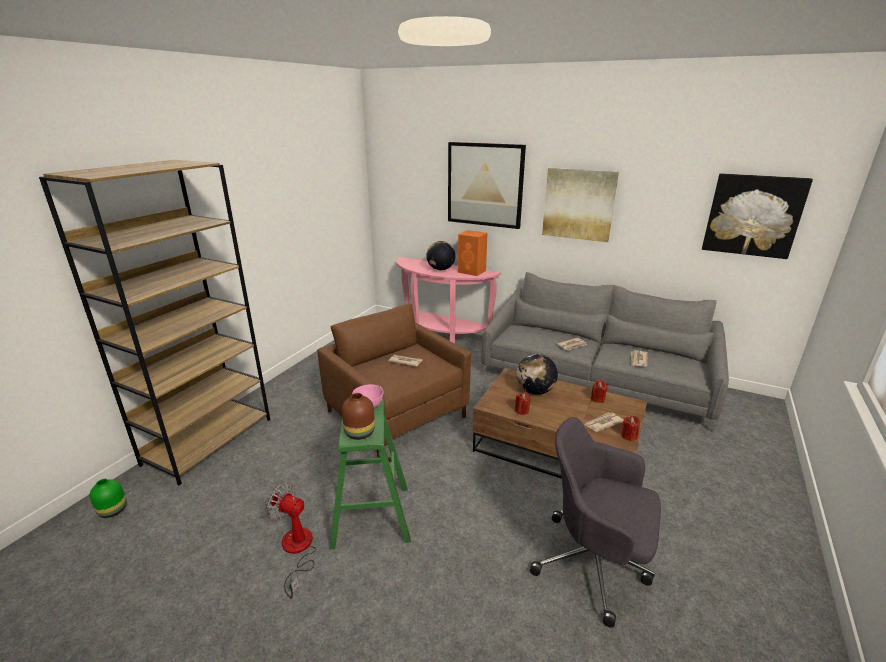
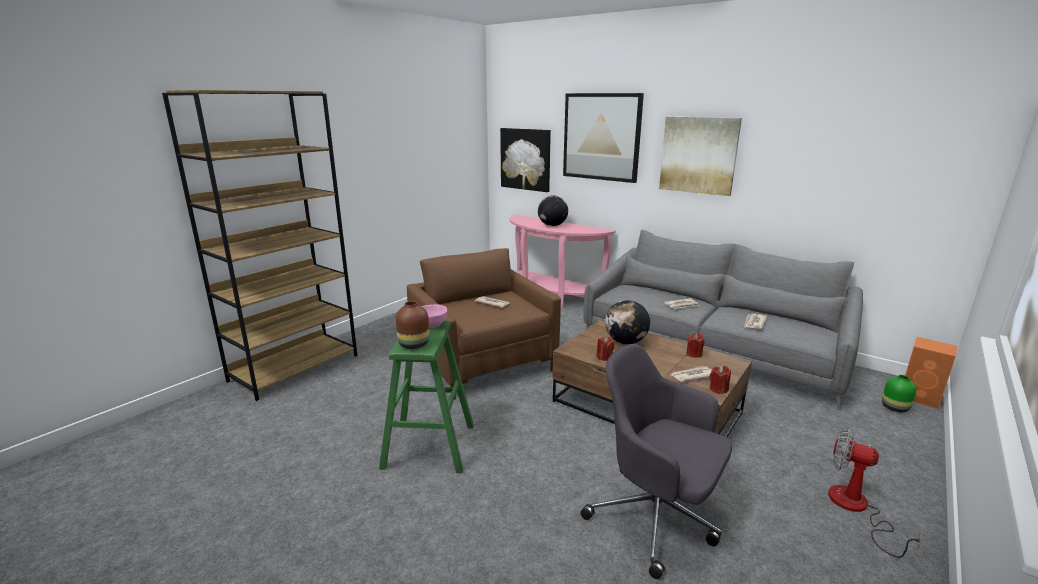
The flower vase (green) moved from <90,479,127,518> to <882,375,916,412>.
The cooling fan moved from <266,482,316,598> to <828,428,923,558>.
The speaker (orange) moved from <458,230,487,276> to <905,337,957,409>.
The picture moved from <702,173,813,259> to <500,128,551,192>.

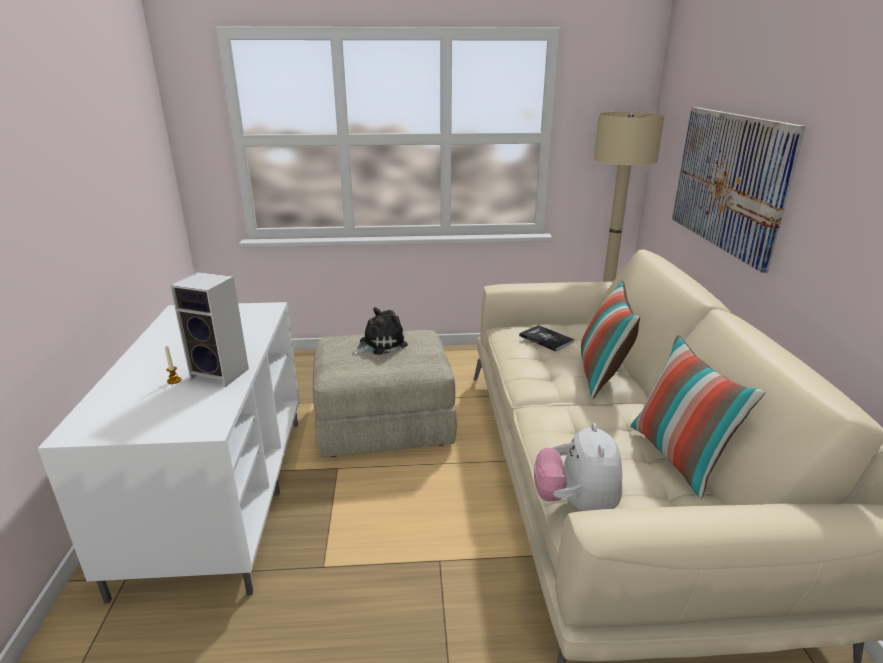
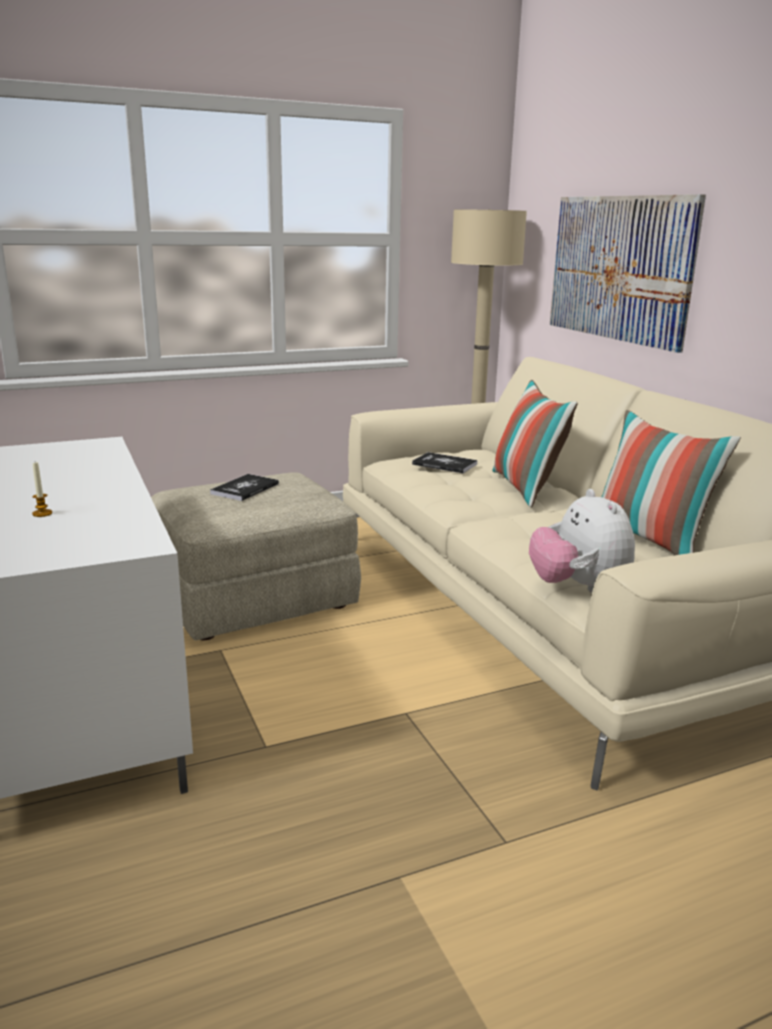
The speaker at <170,272,249,387> disappeared.
The soft toy at <352,307,408,355> was replaced by the volume at <210,474,279,501>.

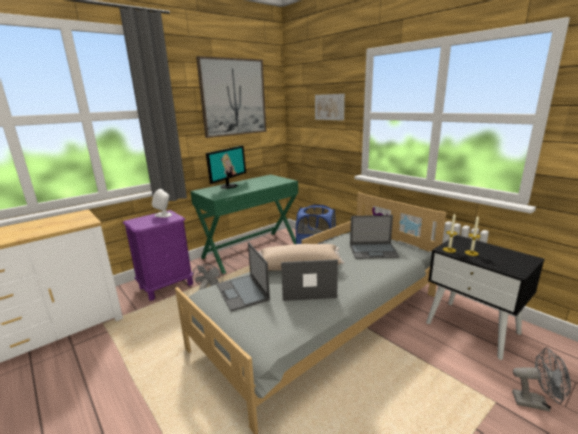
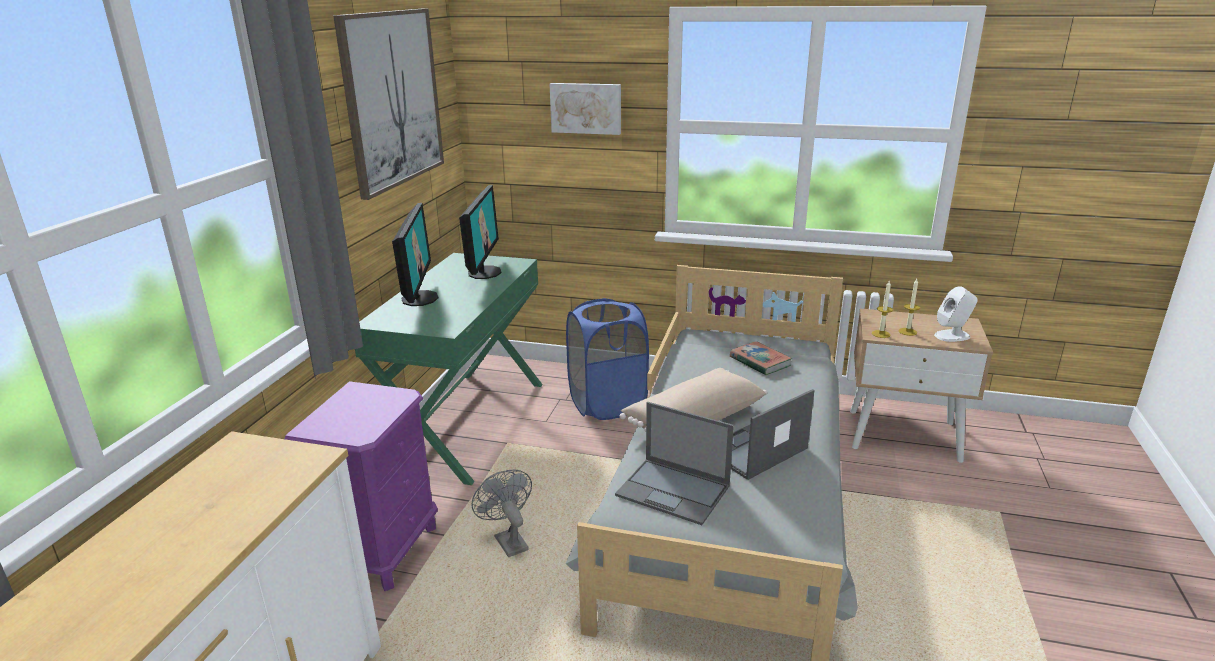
The cooling fan (grey) at <512,348,571,412> disappeared.
The computer display at <459,185,501,279> appeared.
The speaker (whitish) moved from <152,189,173,218> to <934,286,978,342>.
The portable computer at <350,215,400,259> was replaced by the volume at <730,341,792,376>.
The nightstand (black-coloured) at <426,235,545,360> became the nightstand (beige) at <850,309,993,463>.

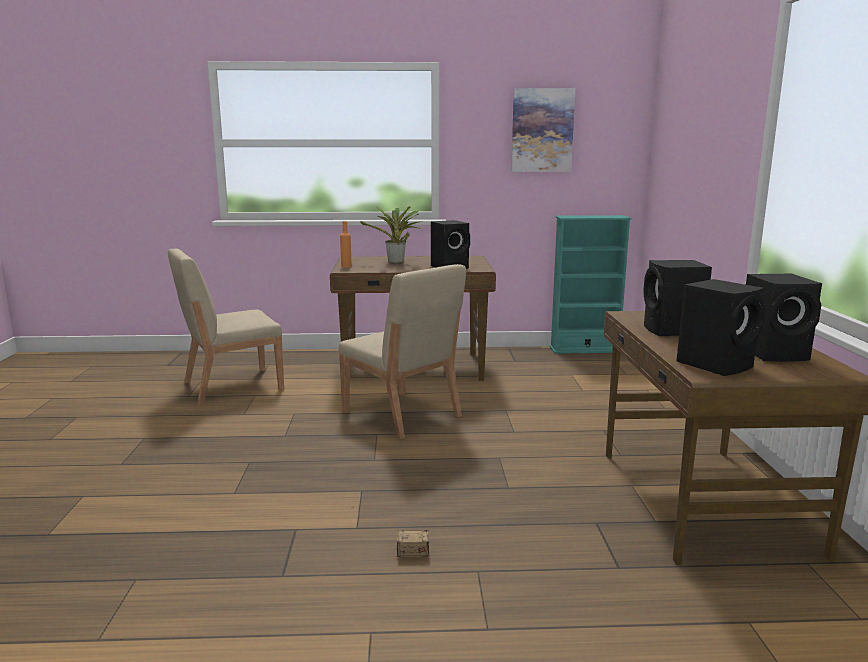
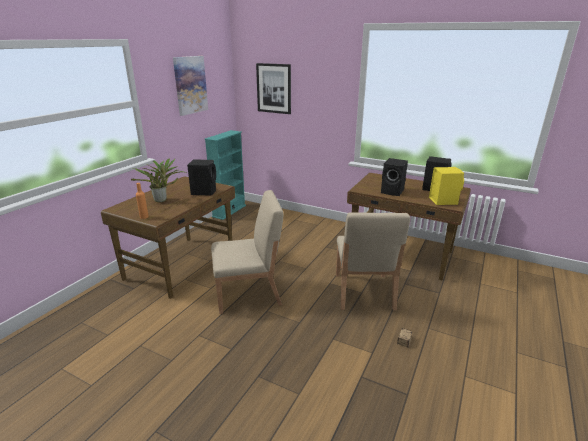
The picture at <256,63,291,114> appeared.
The chair (beige) moved from <168,249,284,405> to <336,213,410,310>.
The speaker (black-coloured) at <676,279,765,376> became the speaker (yellowish) at <429,167,464,205>.

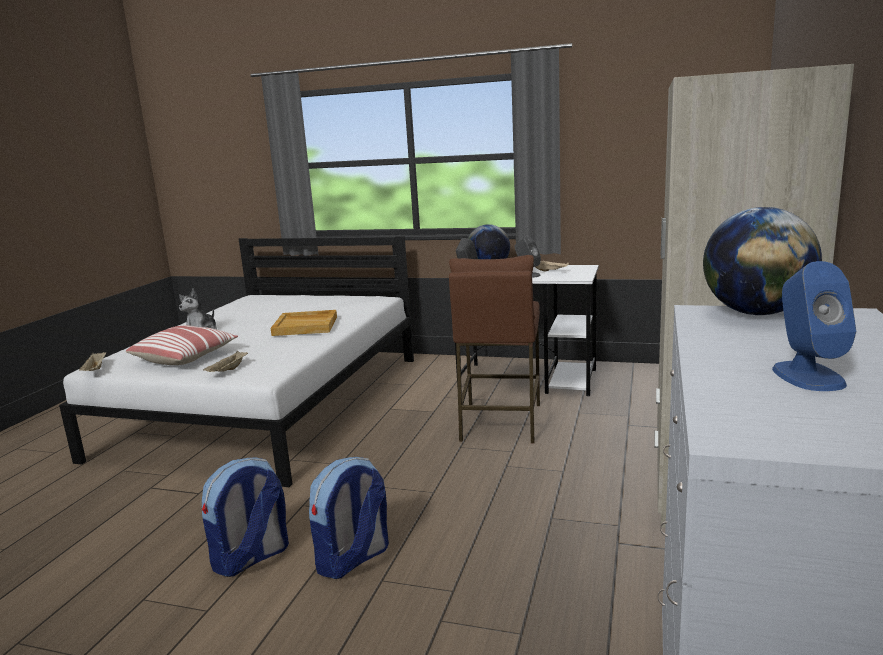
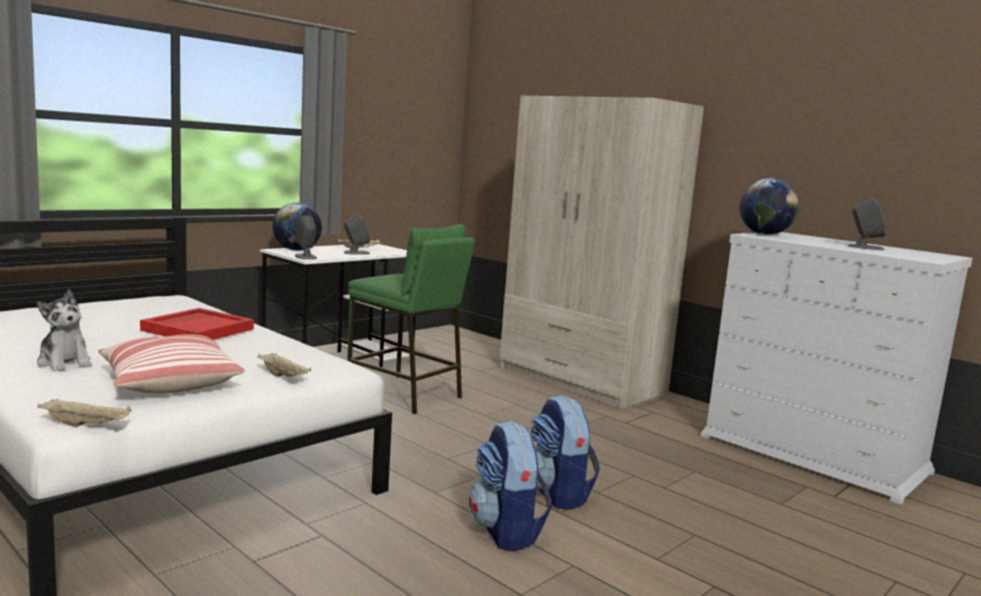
The carrying tray (beige) at <271,310,337,336> became the carrying tray (red) at <140,308,254,340>.
The stool (brownish) at <449,255,540,443> became the stool (green) at <347,224,475,414>.
The speaker (blue-coloured) at <772,261,856,391> became the speaker (grey) at <848,197,886,250>.

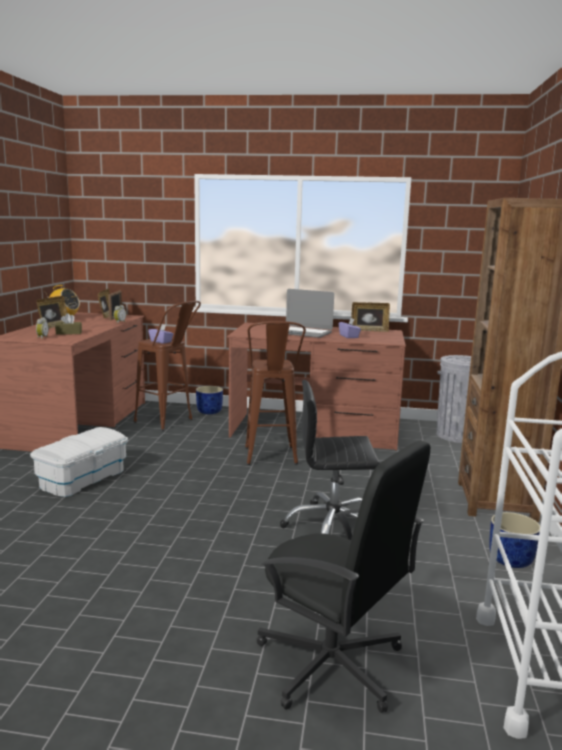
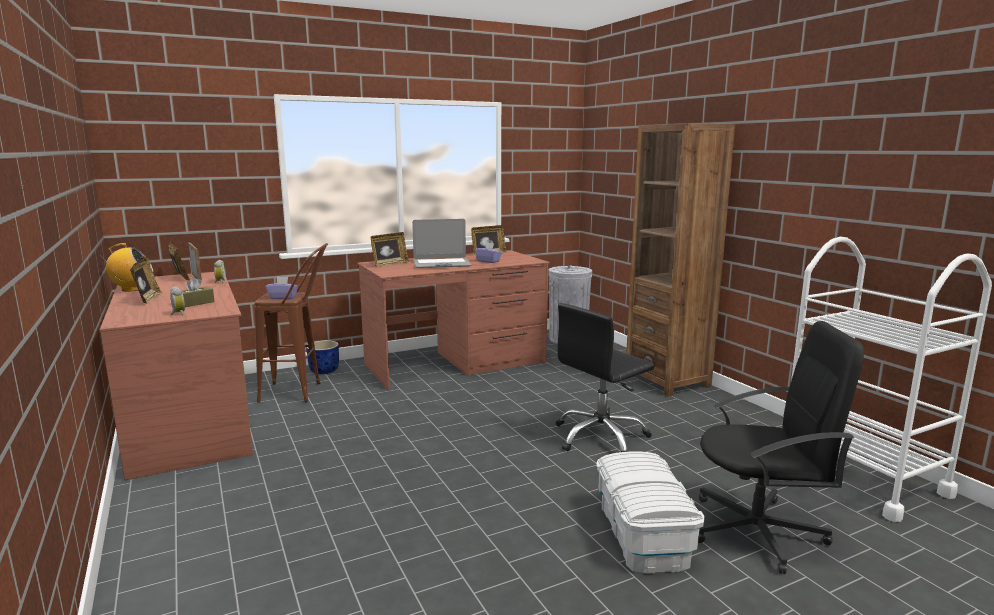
The stool (brownish) at <245,321,306,465> disappeared.
The planter (blue-coloured) at <489,512,540,568> disappeared.
The picture frame at <371,232,409,267> appeared.
The storage bin (whitish) moved from <30,427,128,497> to <596,451,705,574>.

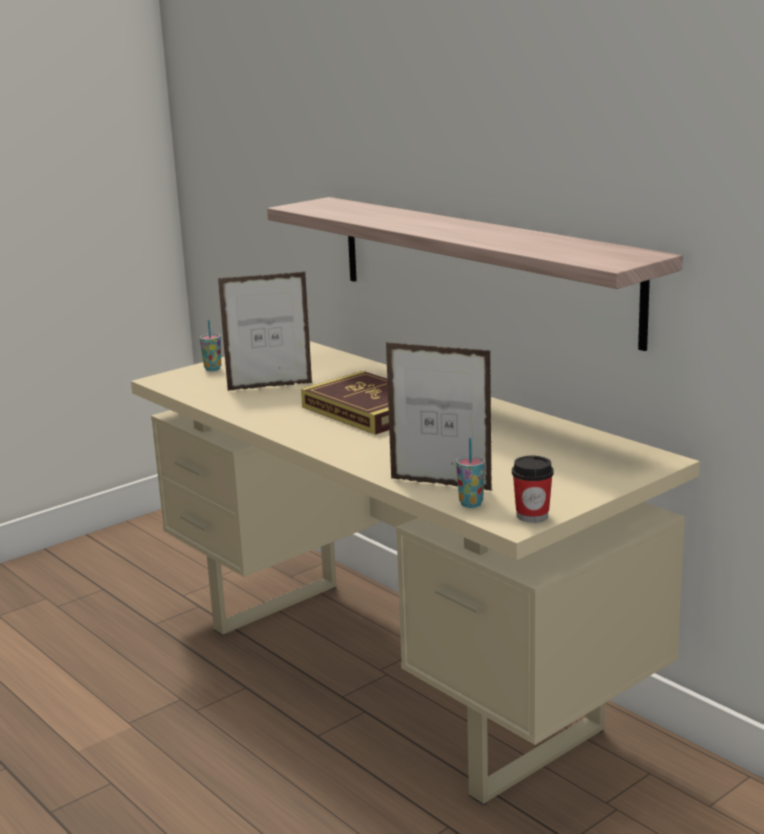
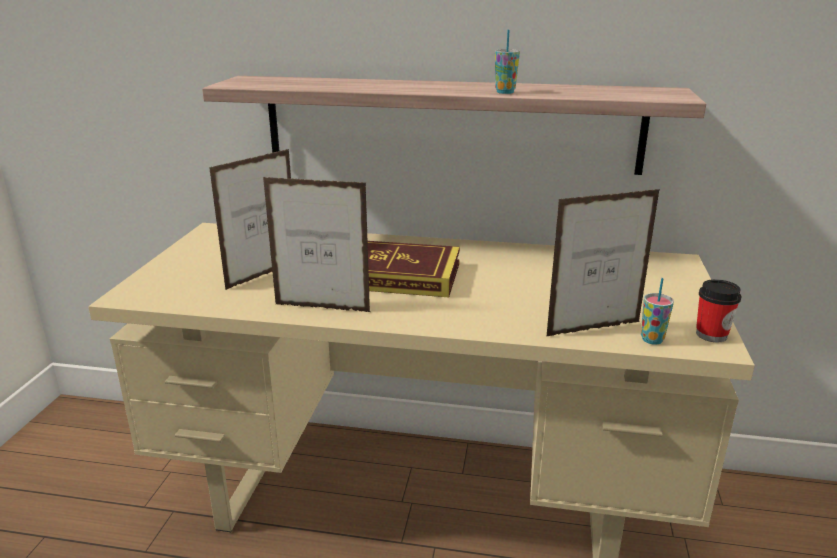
The picture frame at <263,177,370,312> appeared.
The cup moved from <200,320,221,371> to <495,29,520,94>.

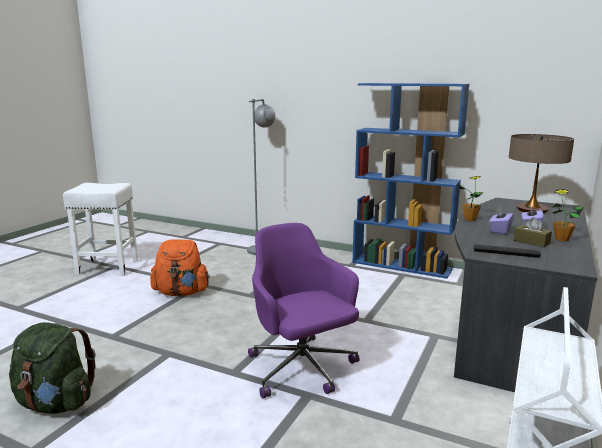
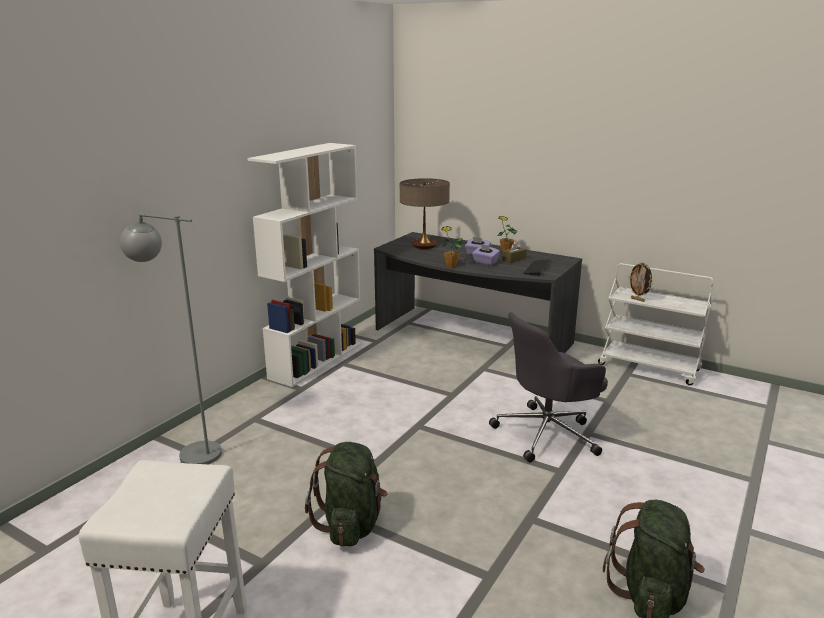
The picture frame at <628,262,653,302> appeared.
The backpack (orange) at <150,239,210,296> became the backpack (green) at <305,442,387,547>.
The computer chair (purplish) at <248,223,360,398> became the computer chair (grey) at <489,312,608,462>.
The bookshelf (blue-coloured) at <352,83,469,279> became the bookshelf (whitish) at <247,143,362,387>.

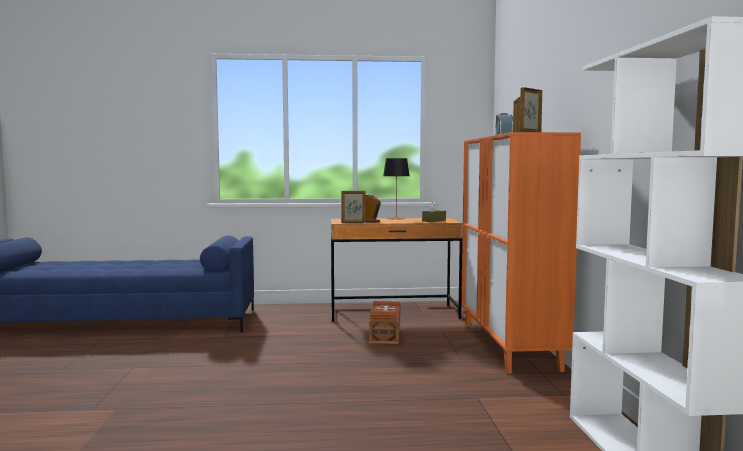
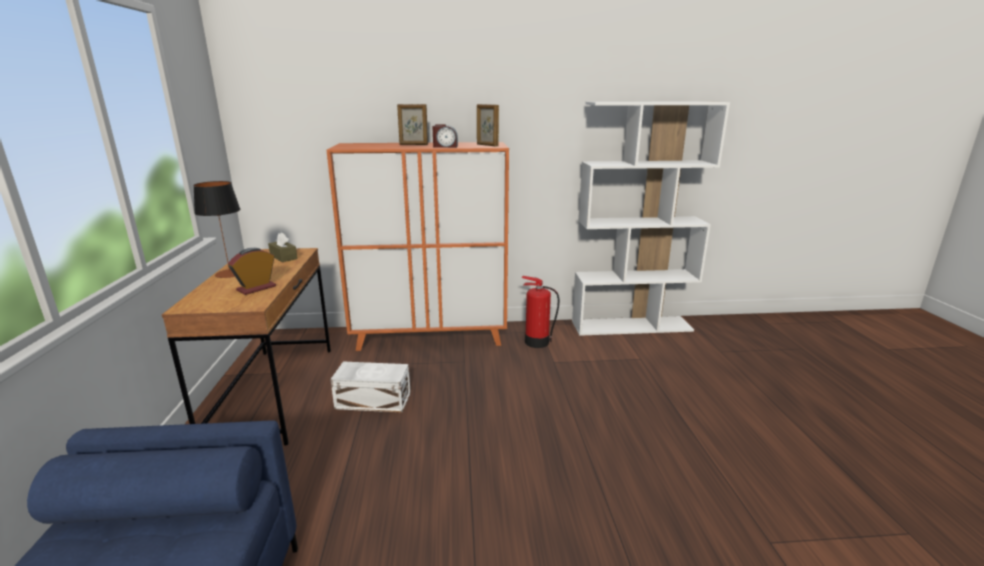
The picture frame at <341,191,366,223> disappeared.
The extinguisher at <521,276,560,348> appeared.
The storage bin (brownish) at <369,301,400,344> became the storage bin (whitish) at <331,362,411,412>.

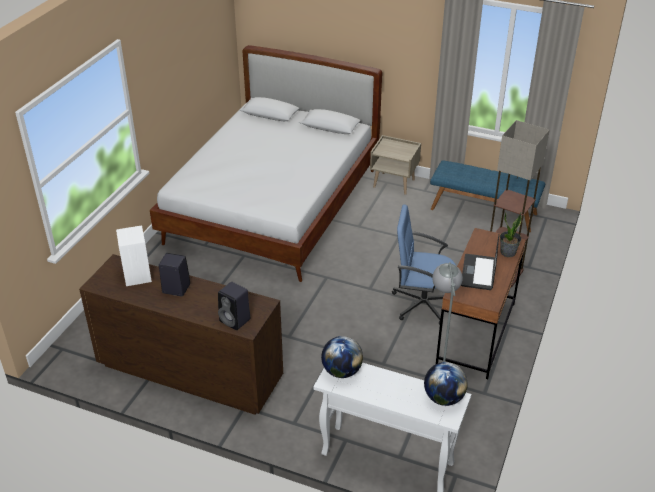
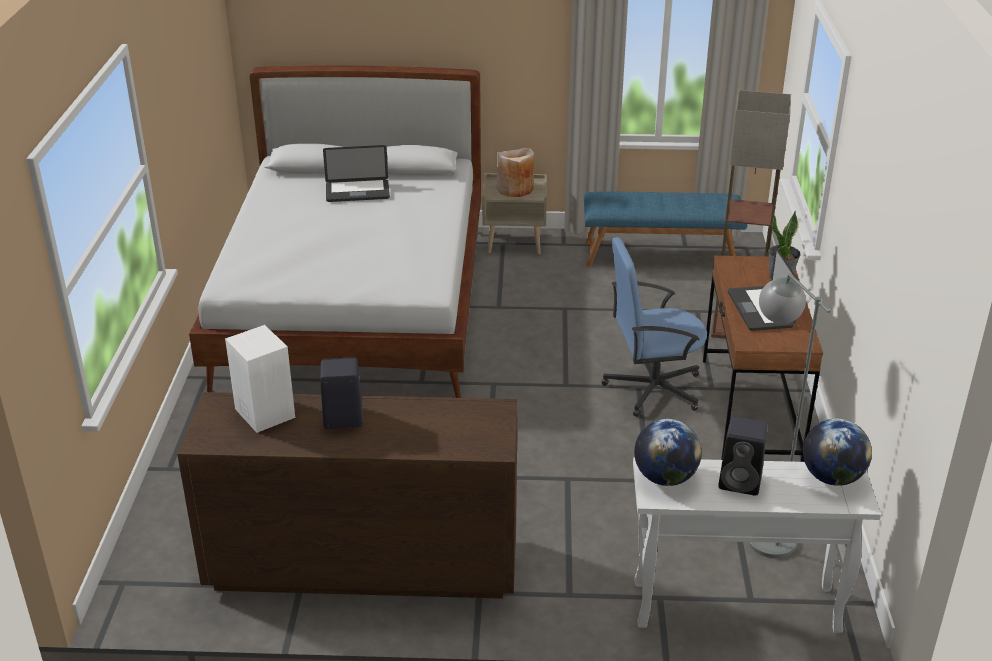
The portable computer at <323,145,390,202> appeared.
The flower vase (beige) at <496,148,534,197> appeared.
The speaker (black-coloured) moved from <218,282,250,330> to <718,417,768,496>.

